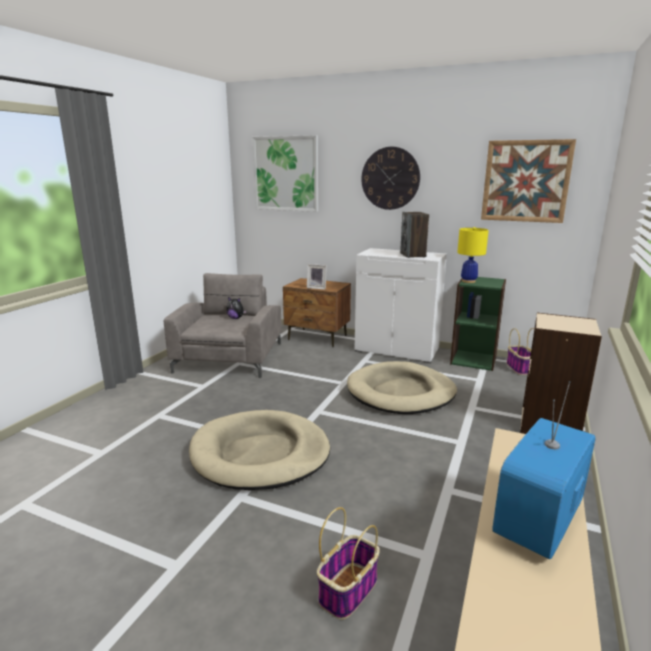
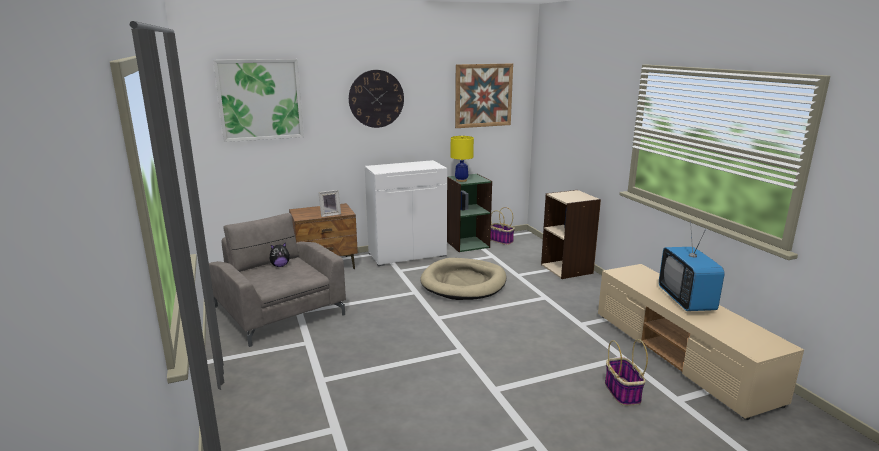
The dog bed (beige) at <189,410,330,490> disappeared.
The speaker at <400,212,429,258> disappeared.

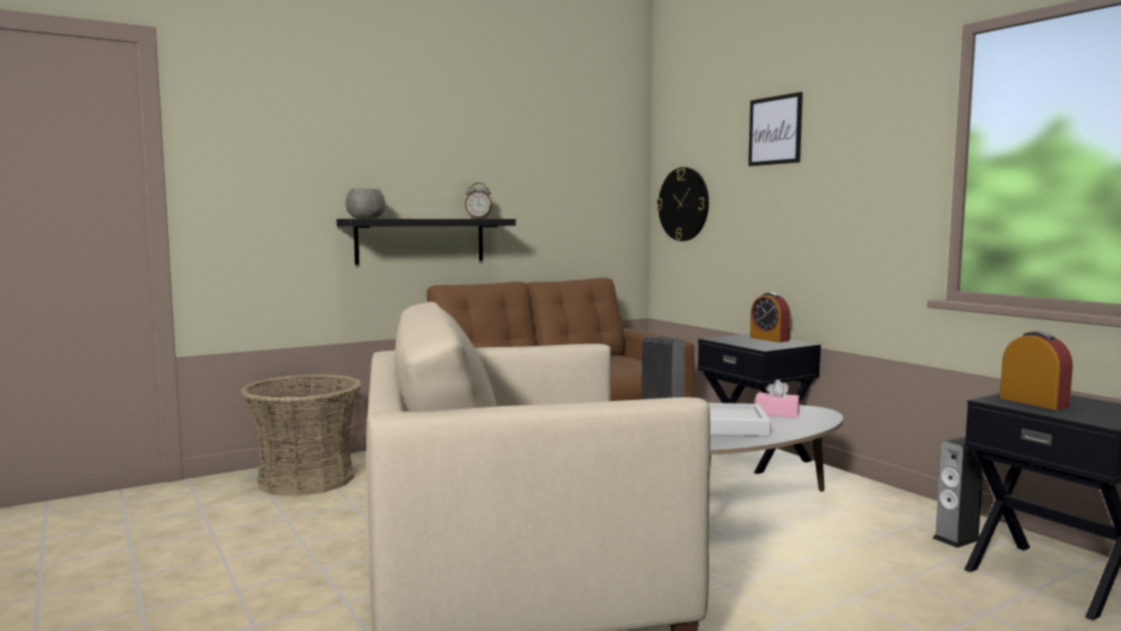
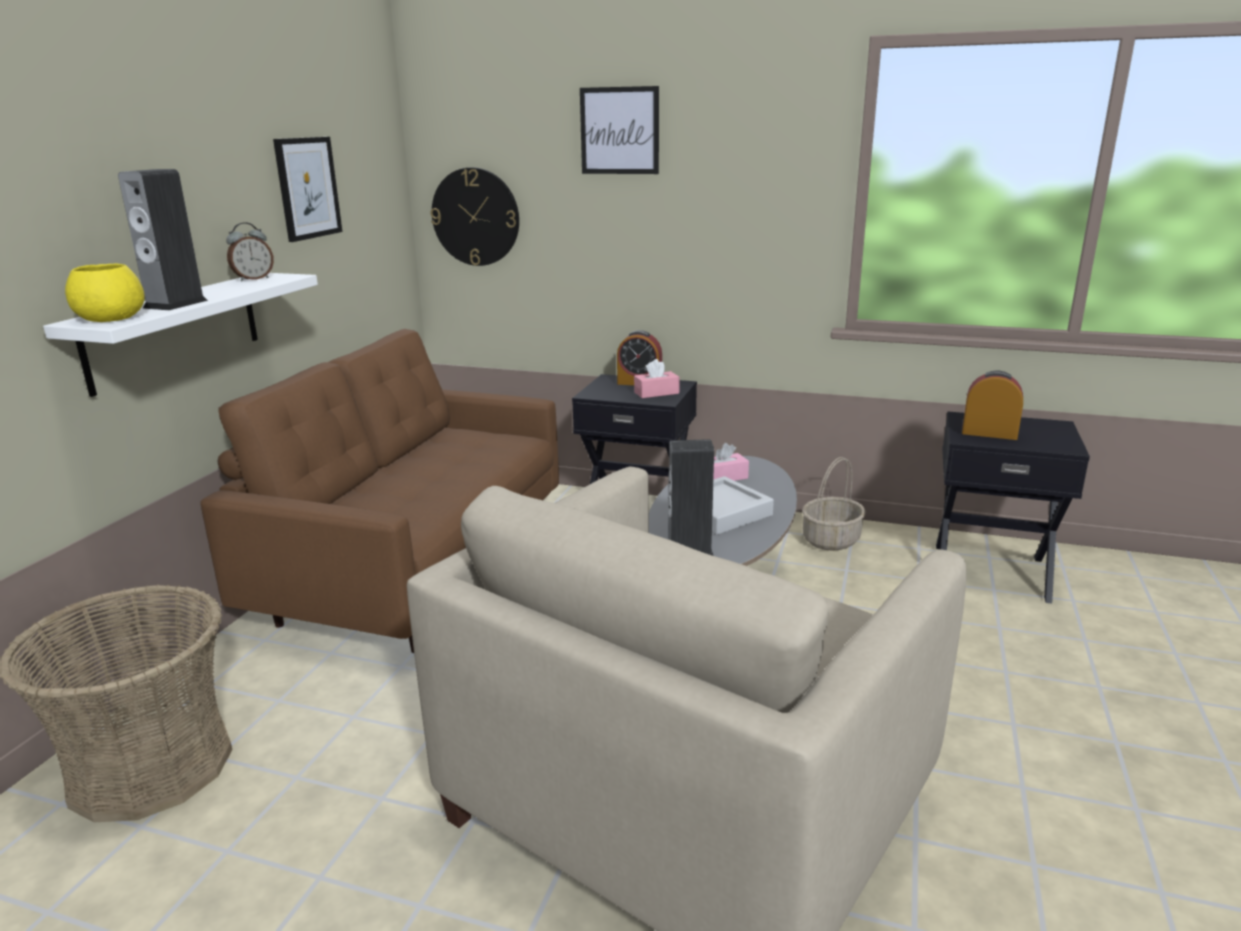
The picture at <273,137,342,242> appeared.
The tissue holder (pinkish) at <634,359,680,398> appeared.
The basket at <802,457,866,551> appeared.
The speaker moved from <933,437,983,548> to <118,169,208,310>.
The shelf (black-coloured) at <337,219,516,265> became the shelf (whitish) at <43,273,318,397>.
The deep dish (grey) at <346,188,386,218> became the deep dish (yellowish) at <65,264,145,322>.

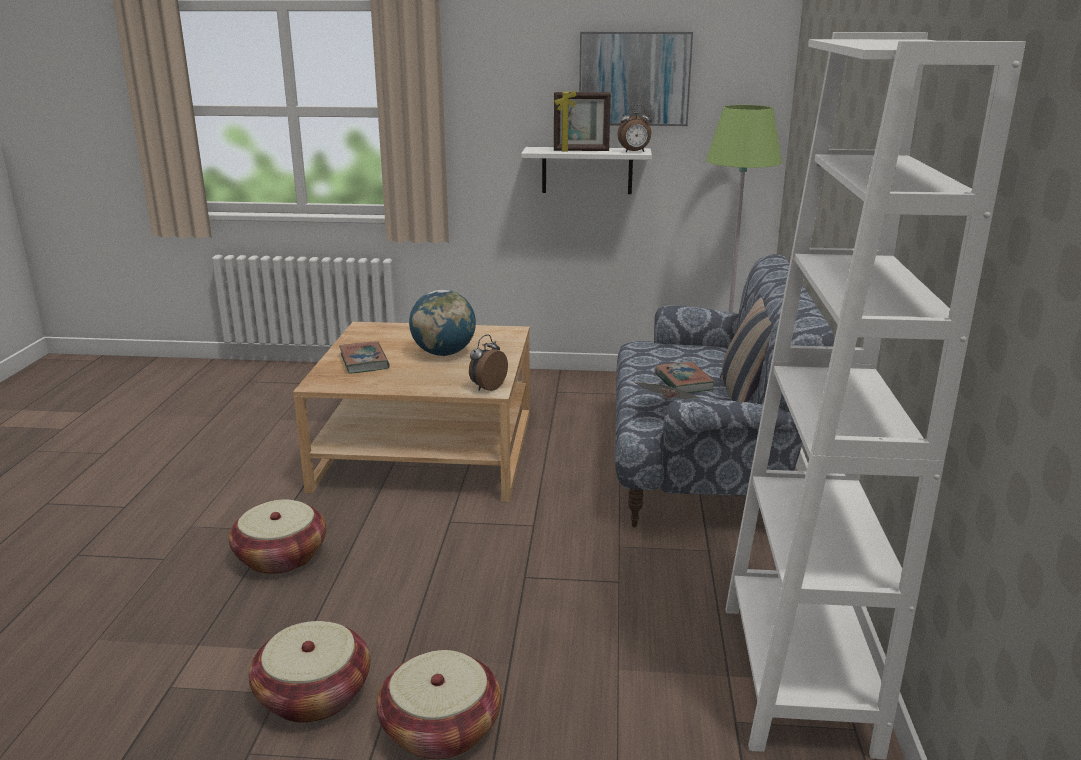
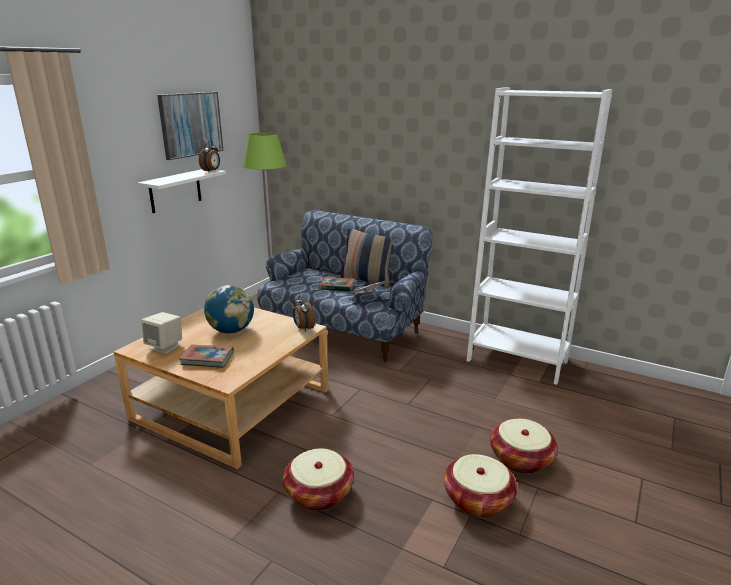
The picture frame at <554,91,611,152> disappeared.
The speaker (beige) at <141,312,182,354> appeared.

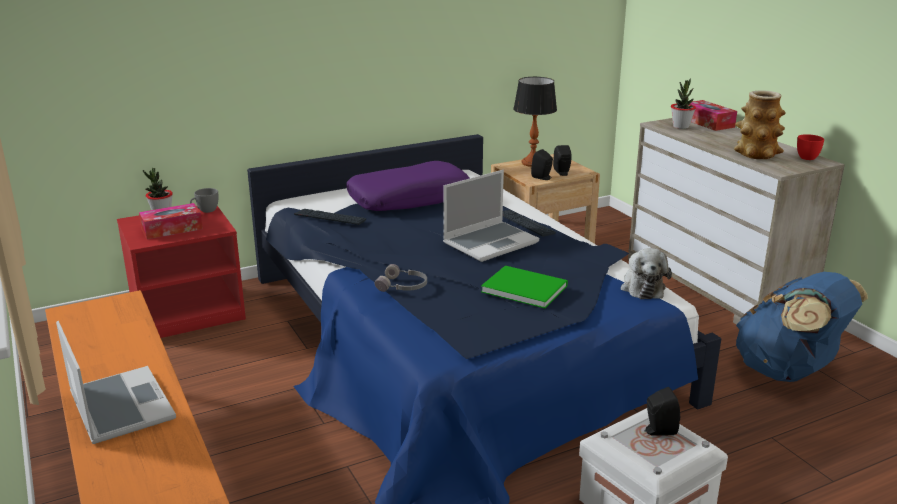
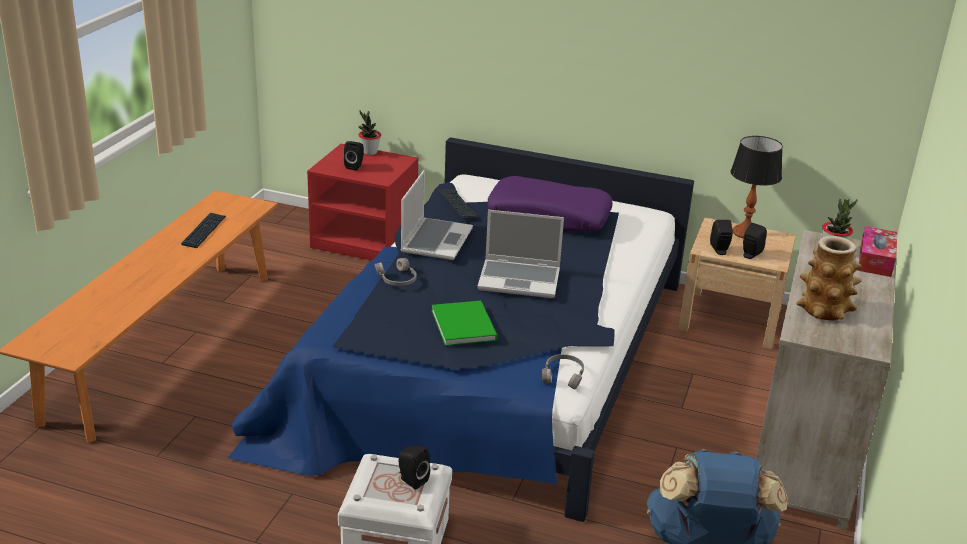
The cup (grey) at <190,188,218,213> disappeared.
The cup (red) at <797,134,824,160> disappeared.
The portable computer moved from <56,321,176,444> to <401,170,473,260>.
The PC keyboard moved from <502,210,556,237> to <181,213,226,248>.
The tissue holder at <139,203,203,239> was replaced by the speaker (black-coloured) at <344,141,364,171>.
The soft toy at <621,248,672,299> was replaced by the headset (grey) at <542,354,584,390>.

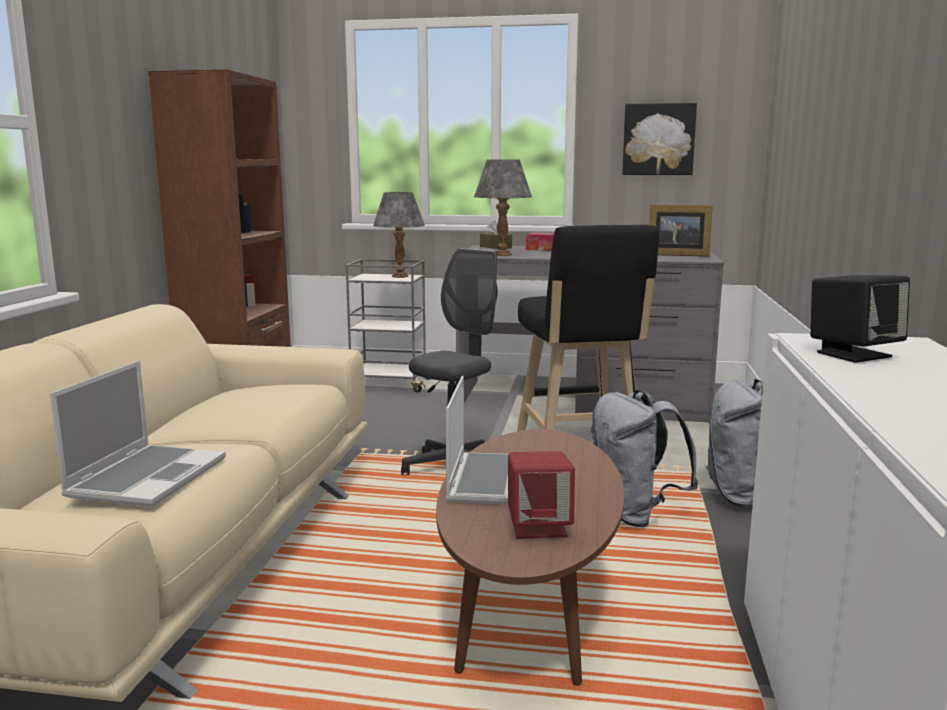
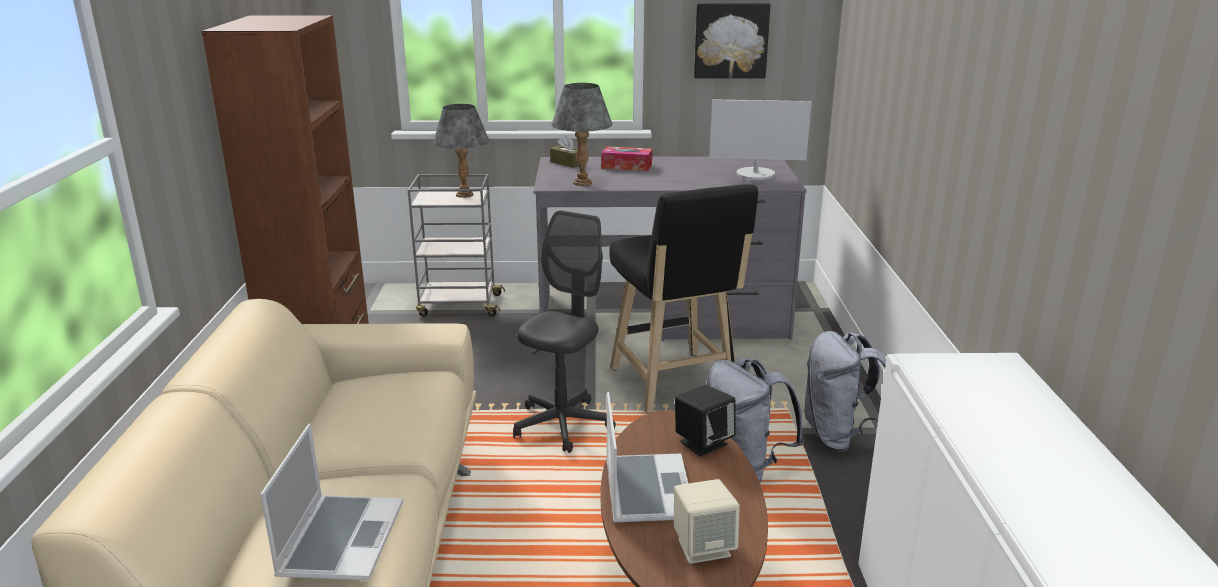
The speaker (black-coloured) moved from <810,275,910,363> to <675,385,735,456>.
The picture frame at <649,205,713,257> was replaced by the computer display at <710,99,812,180>.
The speaker (red) at <508,451,575,539> became the speaker (beige) at <674,479,740,564>.

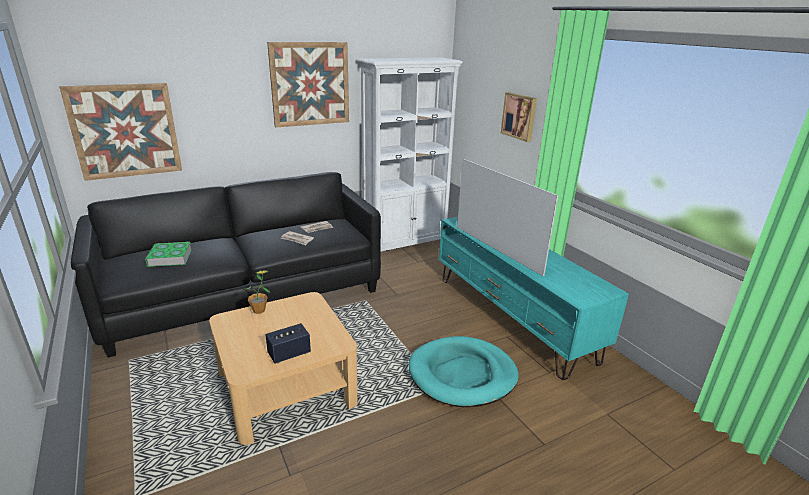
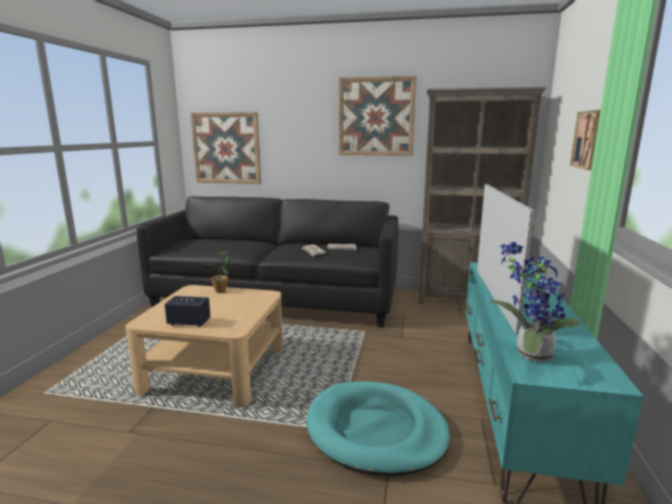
The volume at <145,242,192,267> disappeared.
The houseplant at <489,242,580,362> appeared.
The bookshelf (whitish) at <358,57,463,251> became the bookshelf (brownish) at <419,87,546,304>.

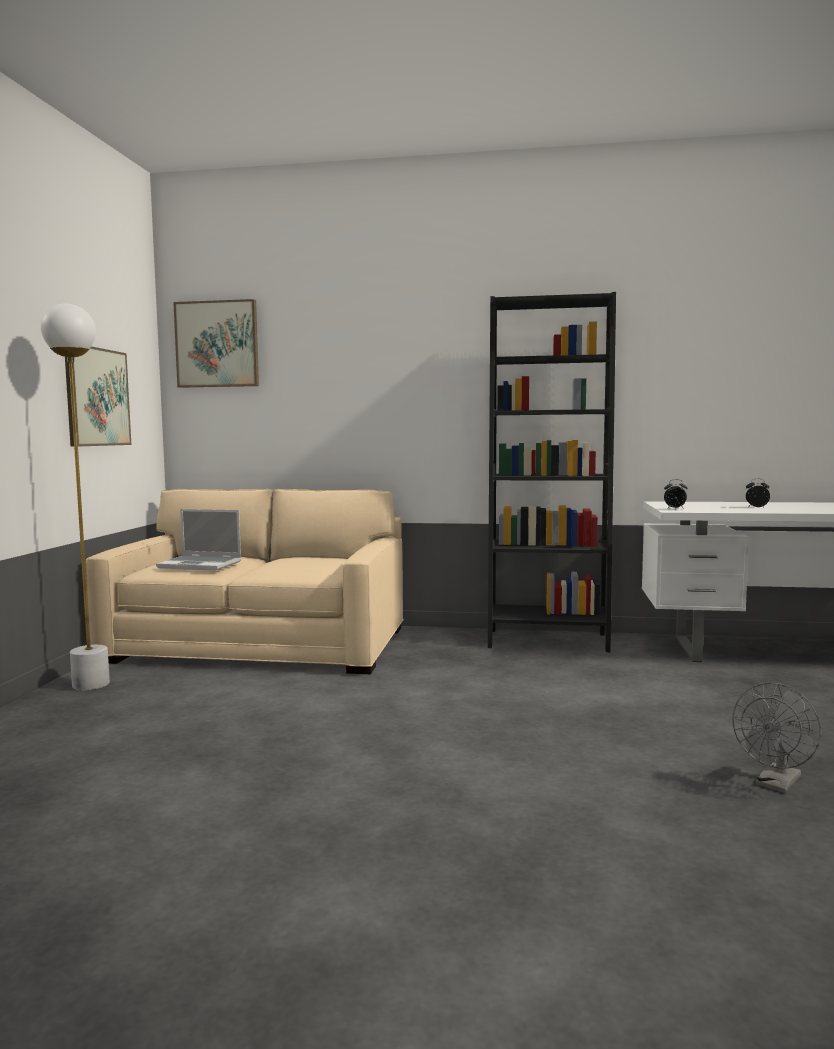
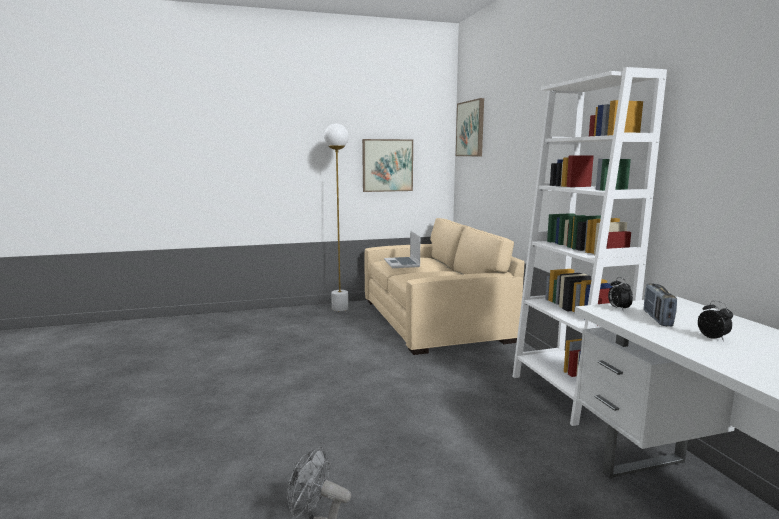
The radio set at <644,284,677,326> appeared.
The bookshelf (black-coloured) at <488,292,616,652> became the bookshelf (whitish) at <512,67,667,426>.

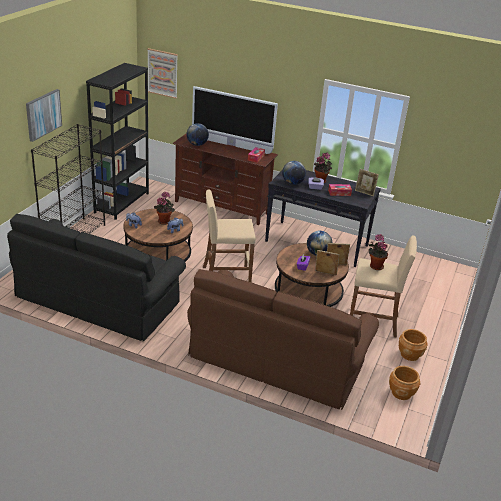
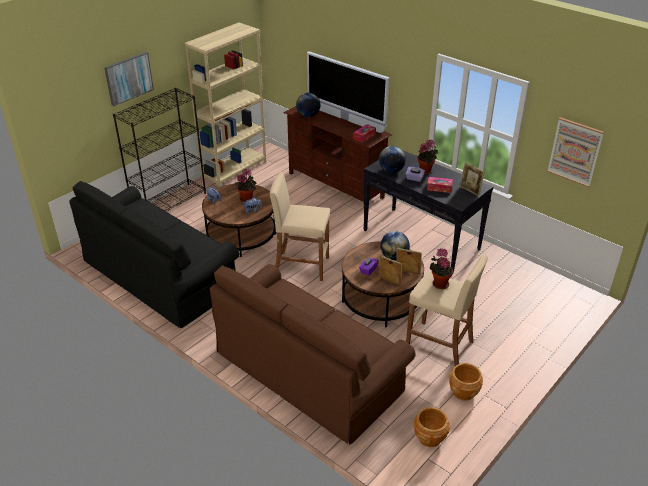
The picture moved from <147,48,178,99> to <547,117,604,187>.
The bookshelf (black-coloured) at <86,63,149,220> became the bookshelf (beige) at <184,23,266,188>.

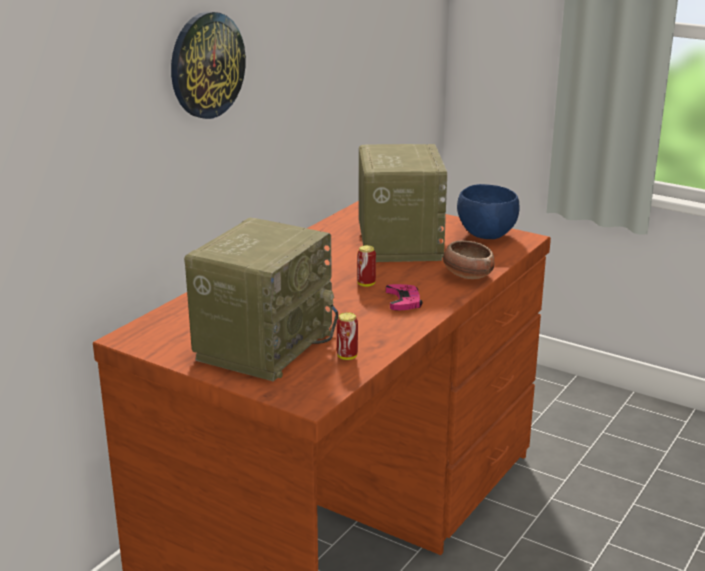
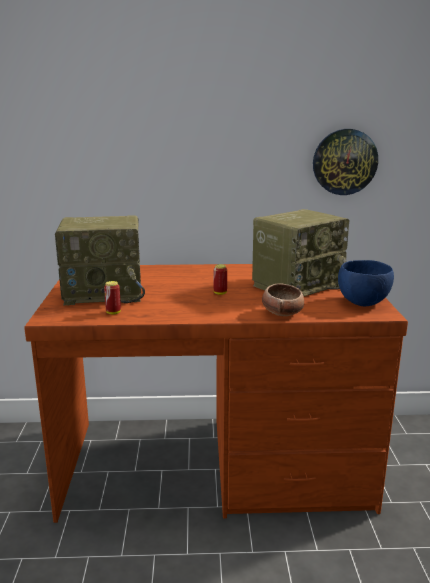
The game controller (pinkish) at <386,284,422,310> disappeared.
The wall clock moved from <171,11,246,119> to <313,129,378,195>.

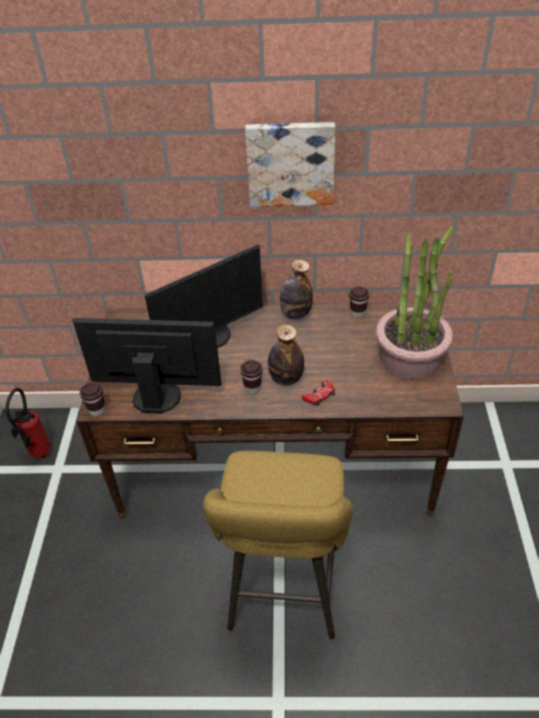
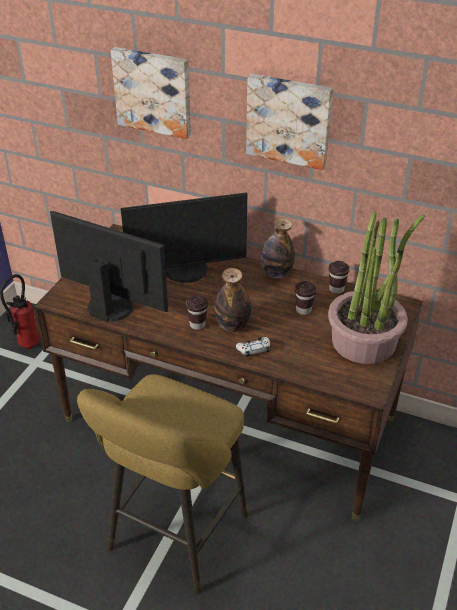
The picture at <111,47,191,139> appeared.
The cup (brownish) moved from <79,382,105,416> to <295,281,316,315>.
The game controller (red) at <302,381,335,406> became the game controller (whitish) at <236,337,270,357>.

